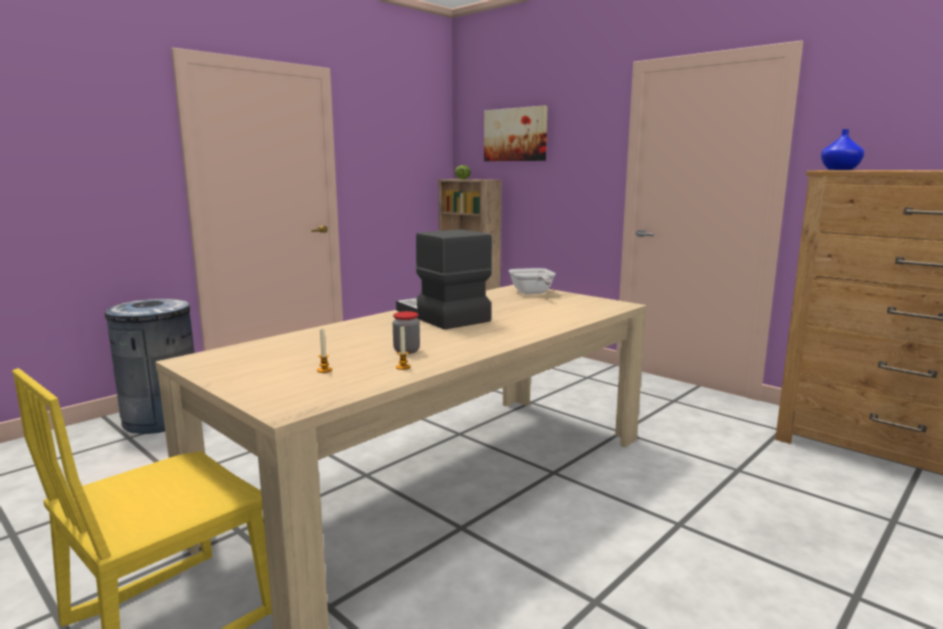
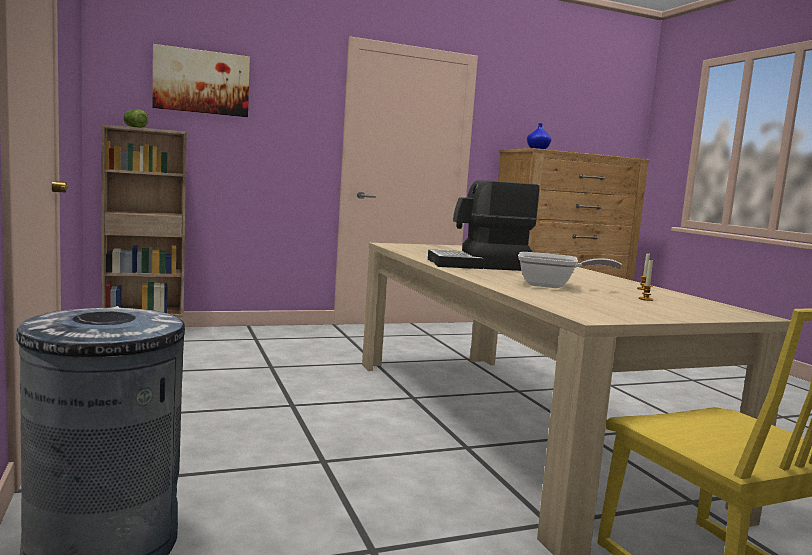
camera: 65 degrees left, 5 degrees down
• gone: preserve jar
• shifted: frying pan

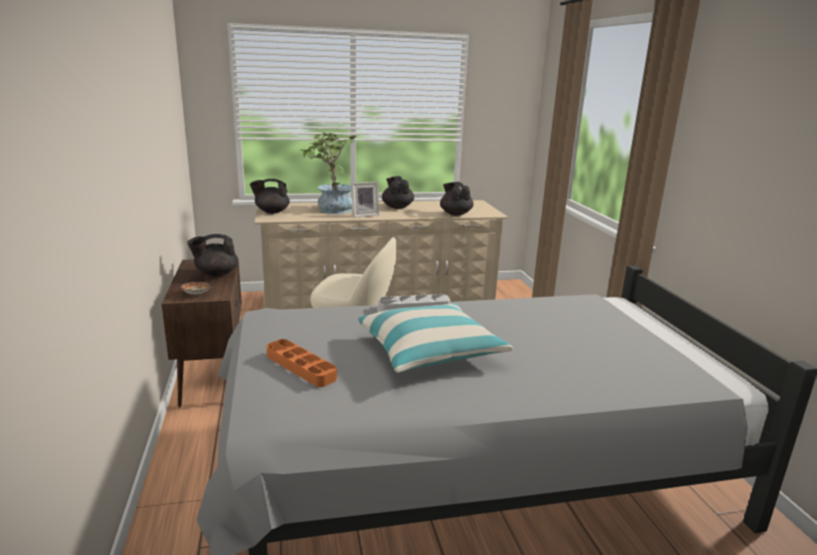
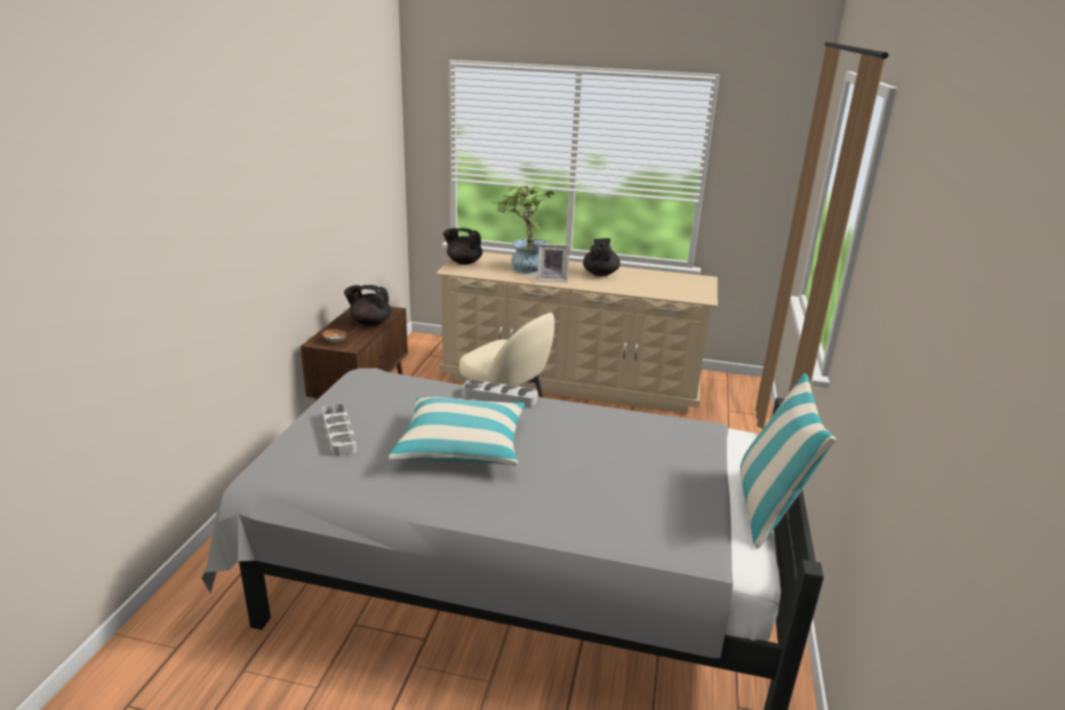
camera: 25 degrees right, 5 degrees up
• gone: tea pot (black) (no. 4 from left)
• new: throw pillow (no. 2 from left)
• repainted: tray (orangey) to tray (gray) (no. 1 from left)

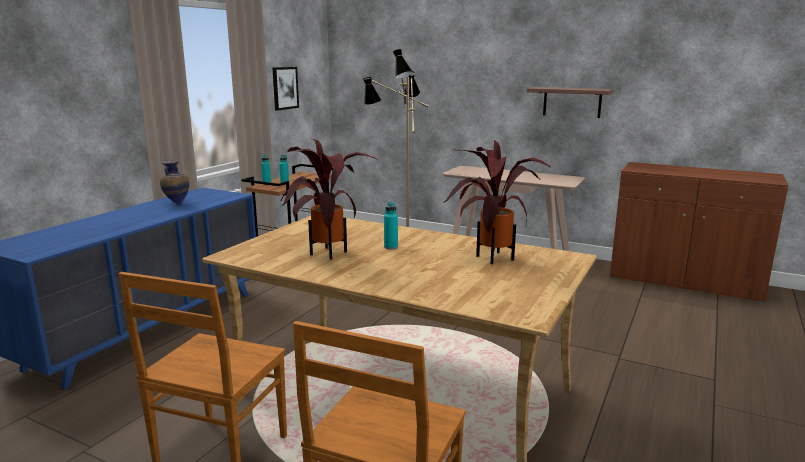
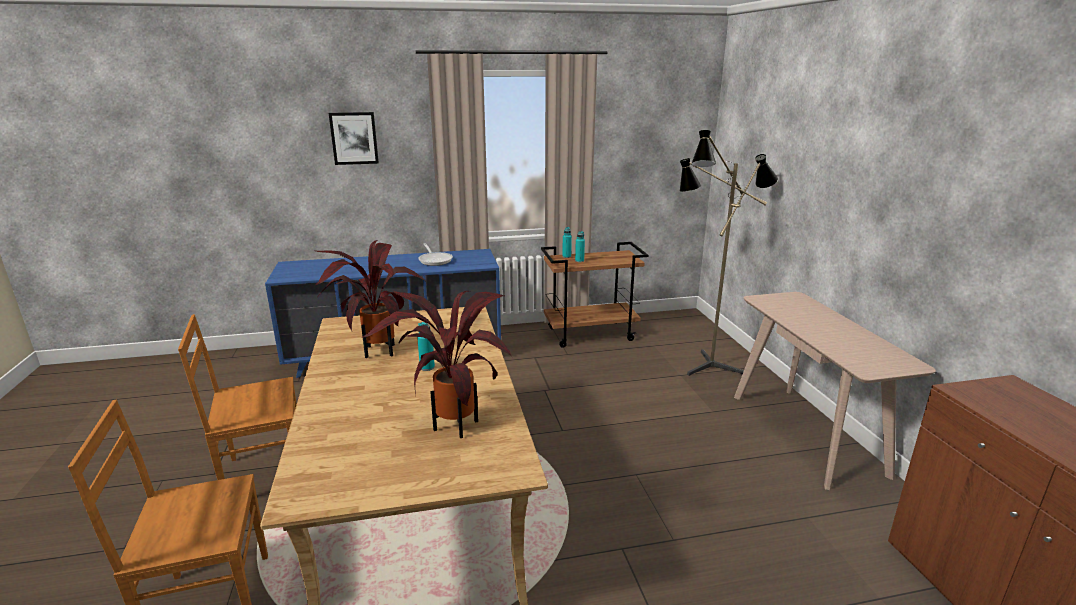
camera: 50 degrees right, 5 degrees up
• gone: bracket shelf
• shifted: wall art
• swapped: vase to frying pan

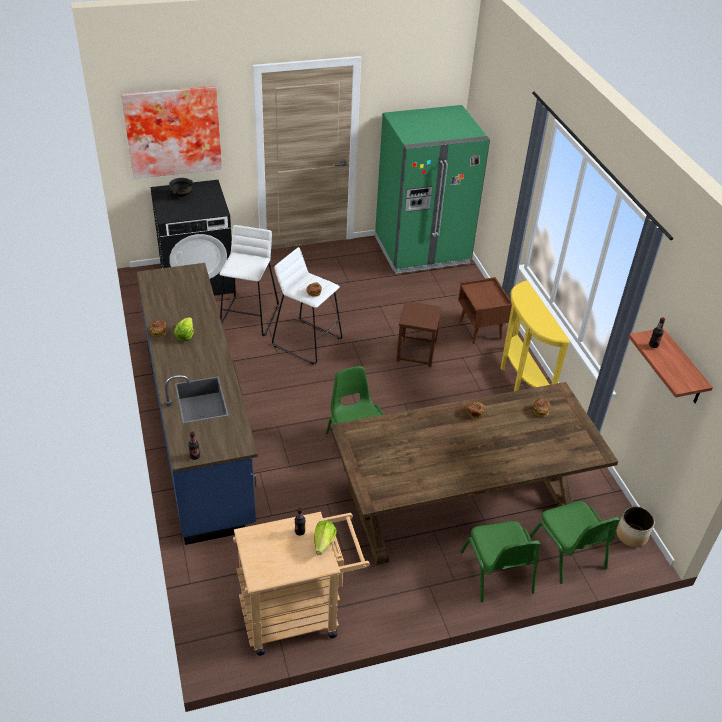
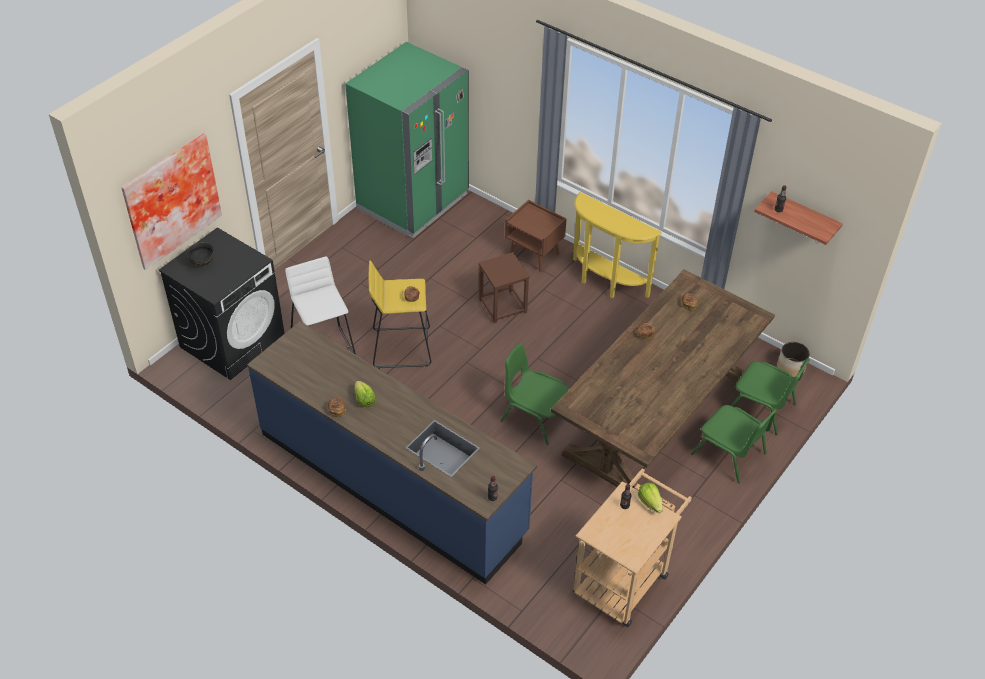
camera: 35 degrees left, 5 degrees up
• repainted: sitting stool (white-coloured) (no. 2 from left) to sitting stool (yellowish)

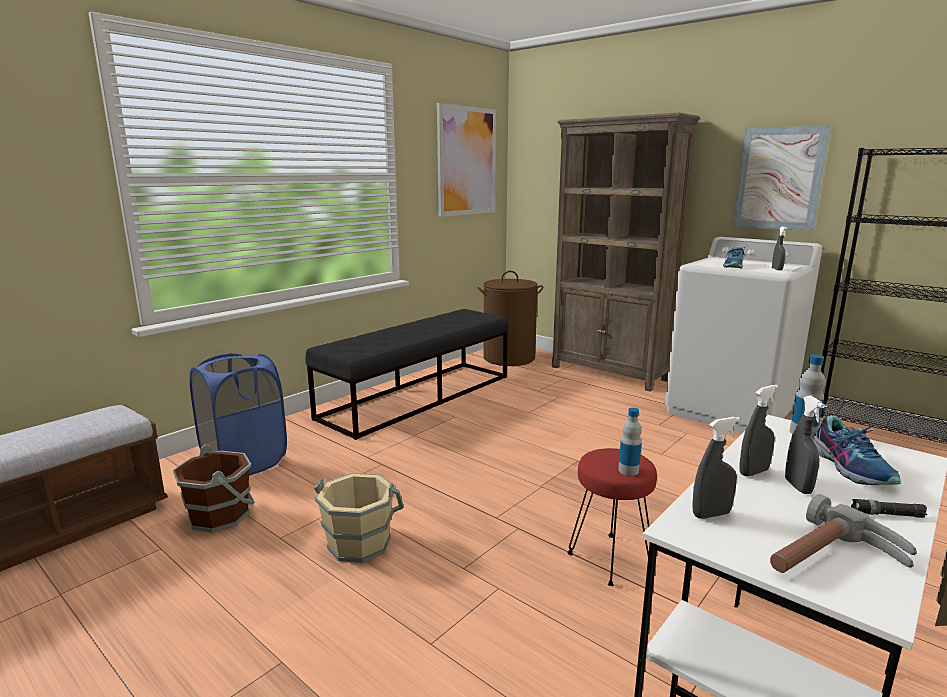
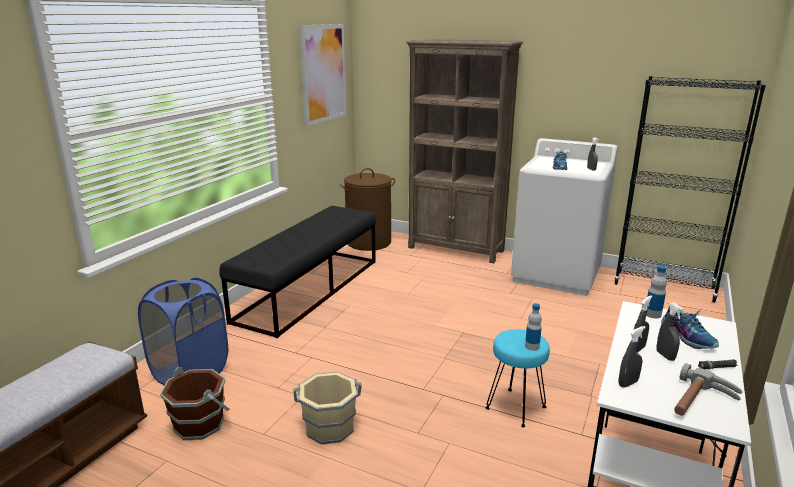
camera: 15 degrees left, 5 degrees up
• gone: wall art (no. 2 from left)
• repainted: sitting stool (reddish) to sitting stool (turquoise)

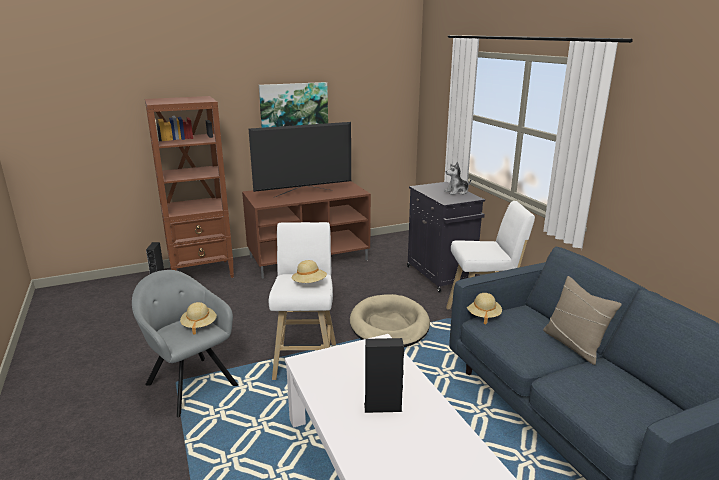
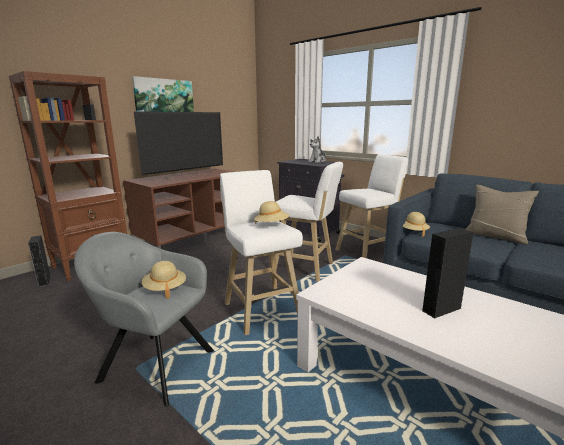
camera: 25 degrees left, 5 degrees down
• swapped: dog cushion (sand-coloured) to sitting stool (white-coloured) (no. 2 from left)

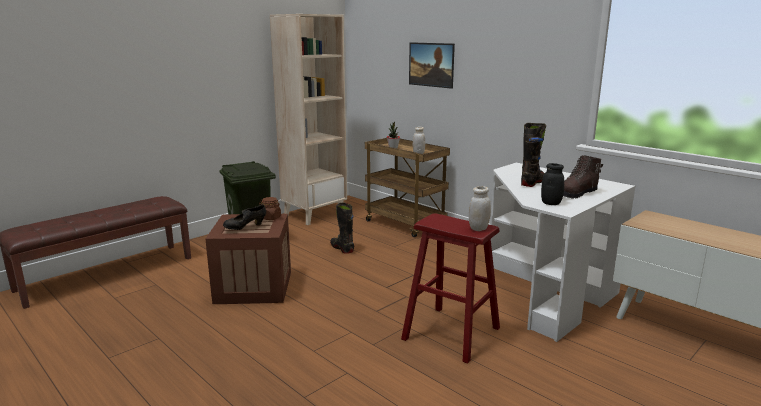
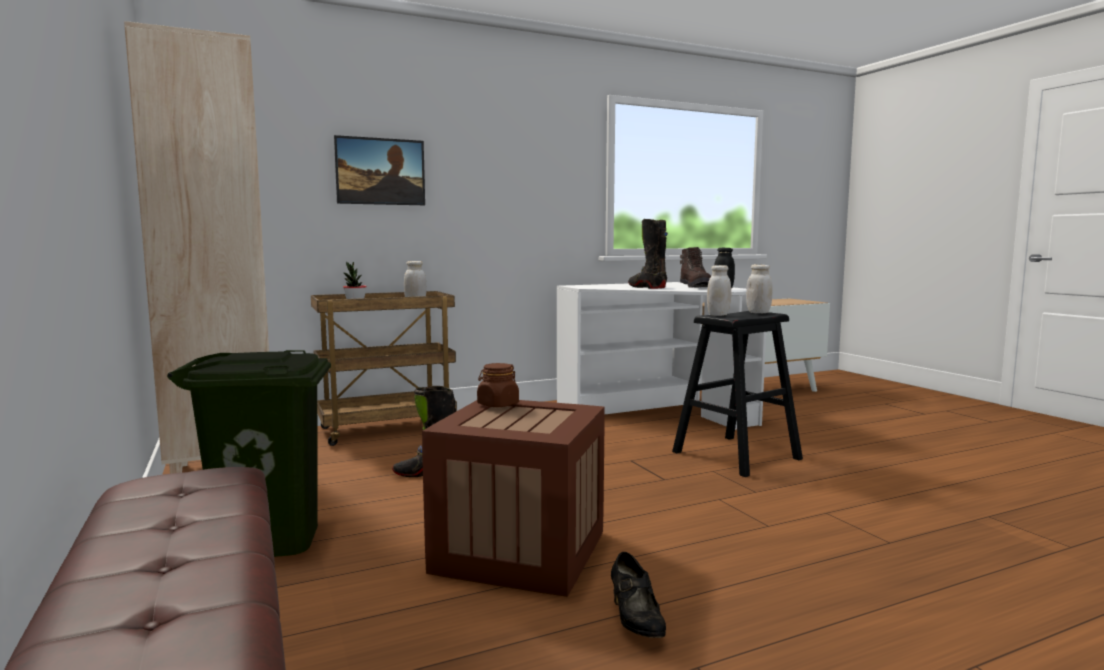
camera: 70 degrees left, 10 degrees down
• new: preserve jar (white-coloured) (no. 2 from left)
• shifted: shoe (black)
• repainted: sitting stool (reddish) to sitting stool (black)

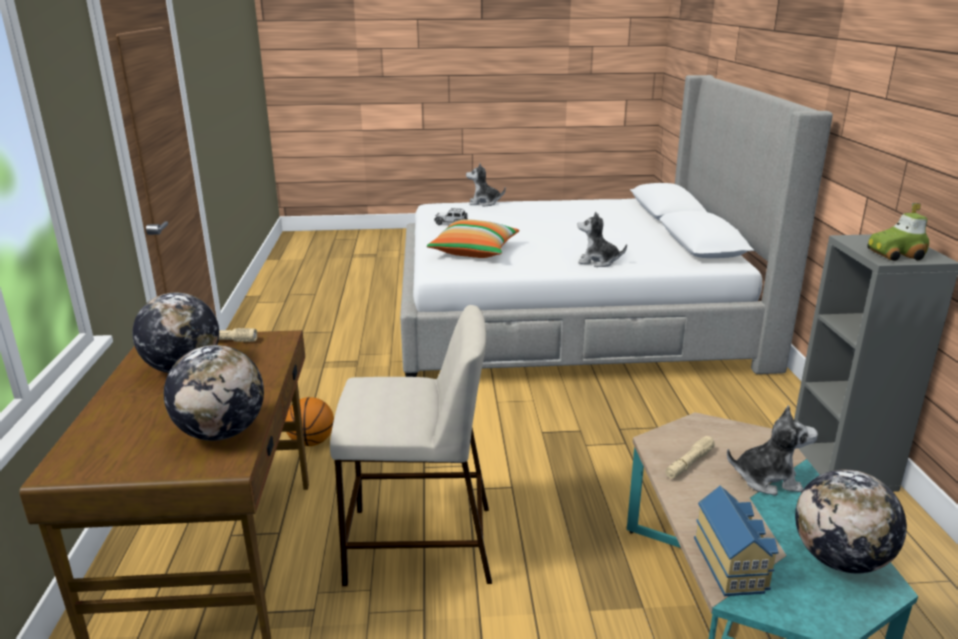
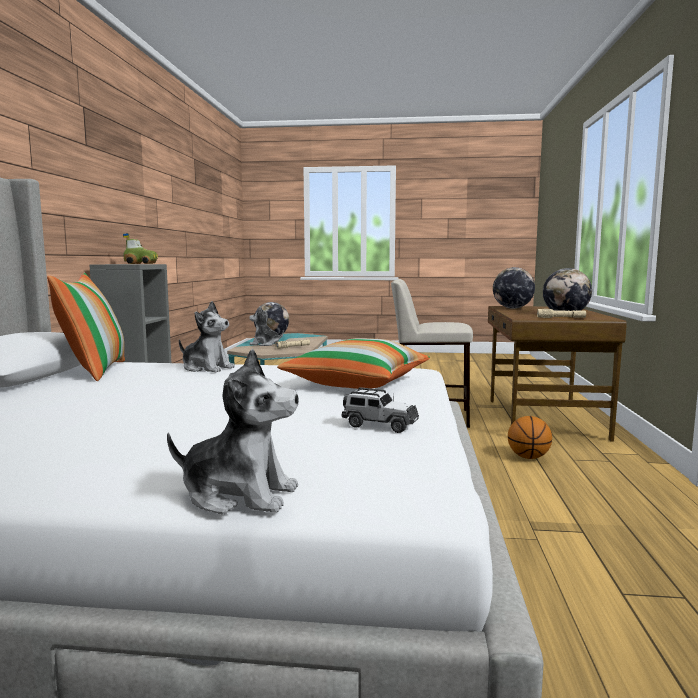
camera: 170 degrees left, 15 degrees down
• gone: miniature house
• new: throw pillow (no. 1 from left)

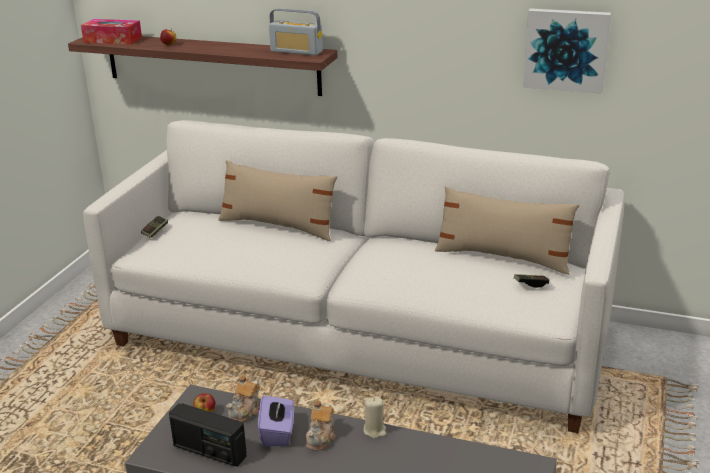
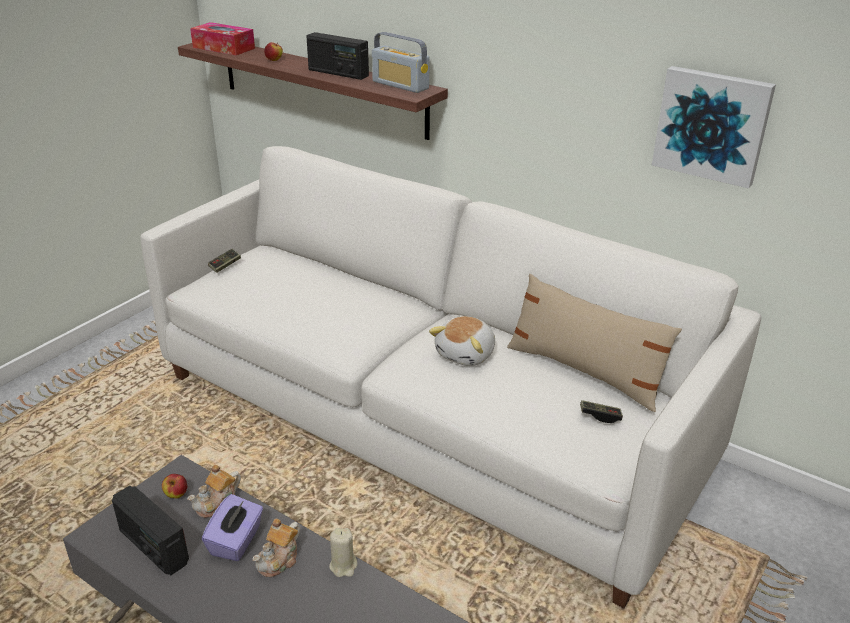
camera: 15 degrees right, 5 degrees up
• gone: throw pillow (sand-coloured) (no. 1 from left)
• new: radio receiver (no. 2 from left)
• new: plush toy

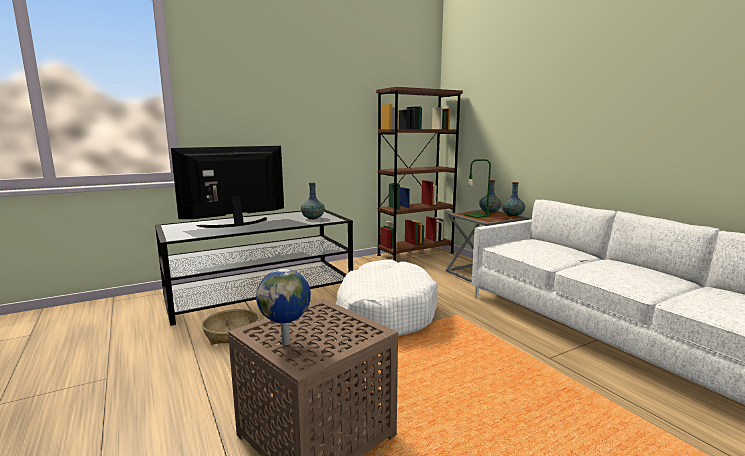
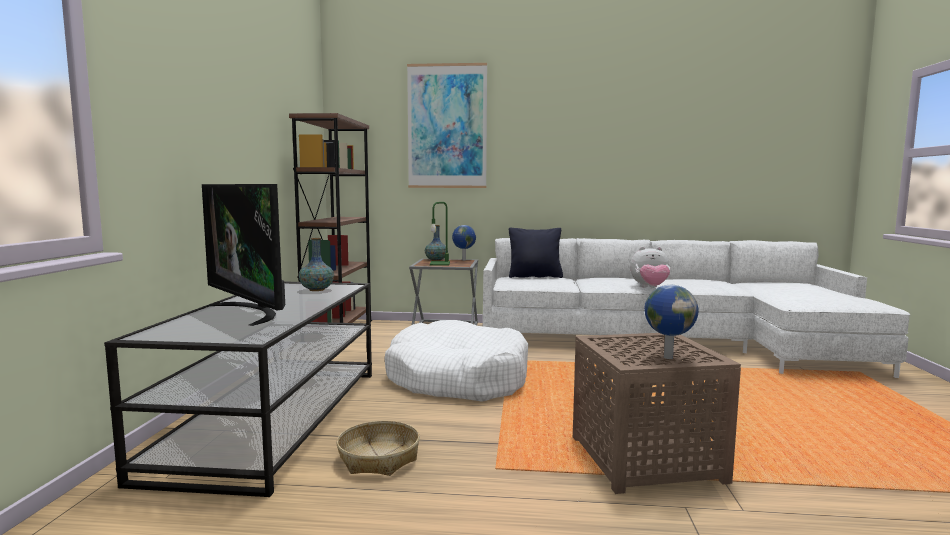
camera: 55 degrees left, 5 degrees down
• new: wall art
• new: throw pillow (black)
• new: plush toy
• swapped: vase (no. 3 from left) to desk globe (no. 1 from left)
• rotated: TV 45 degrees counterclockwise

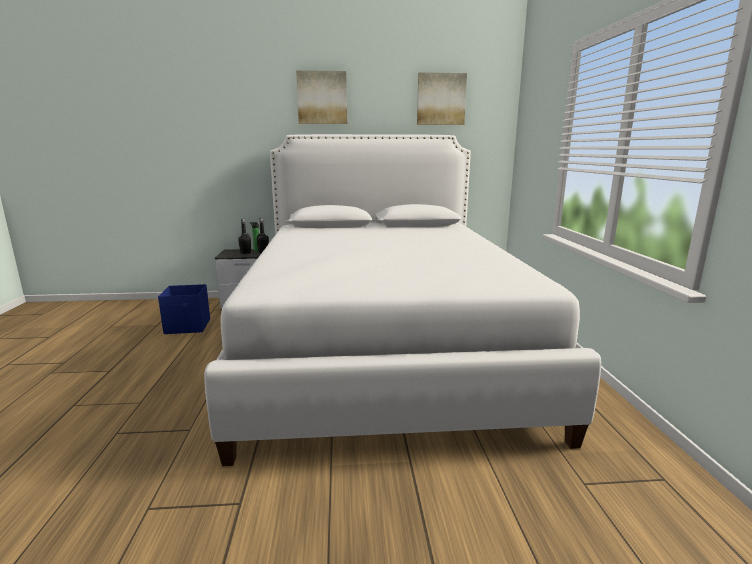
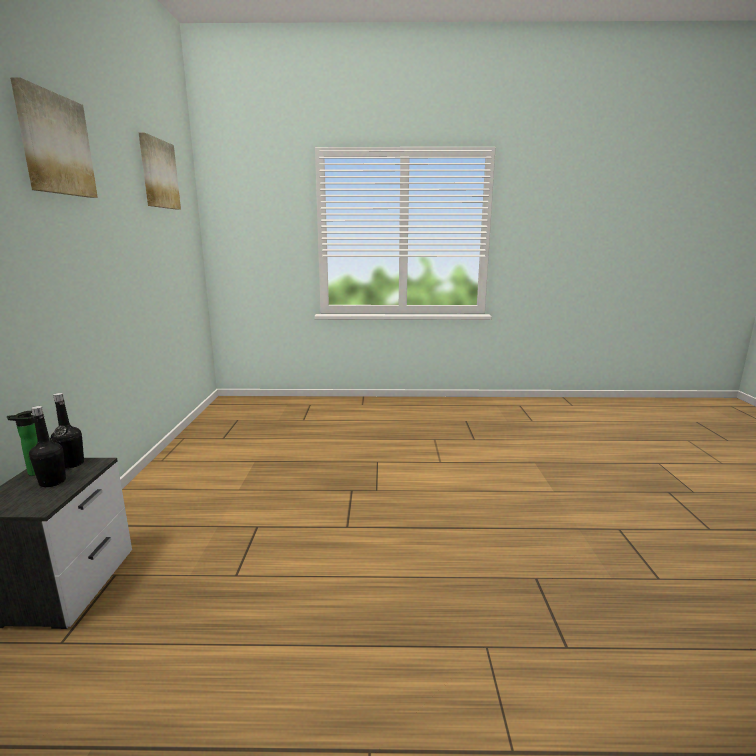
camera: 85 degrees left, 0 degrees up
• gone: storage box (blue-coloured)
• gone: bed (white-coloured)

